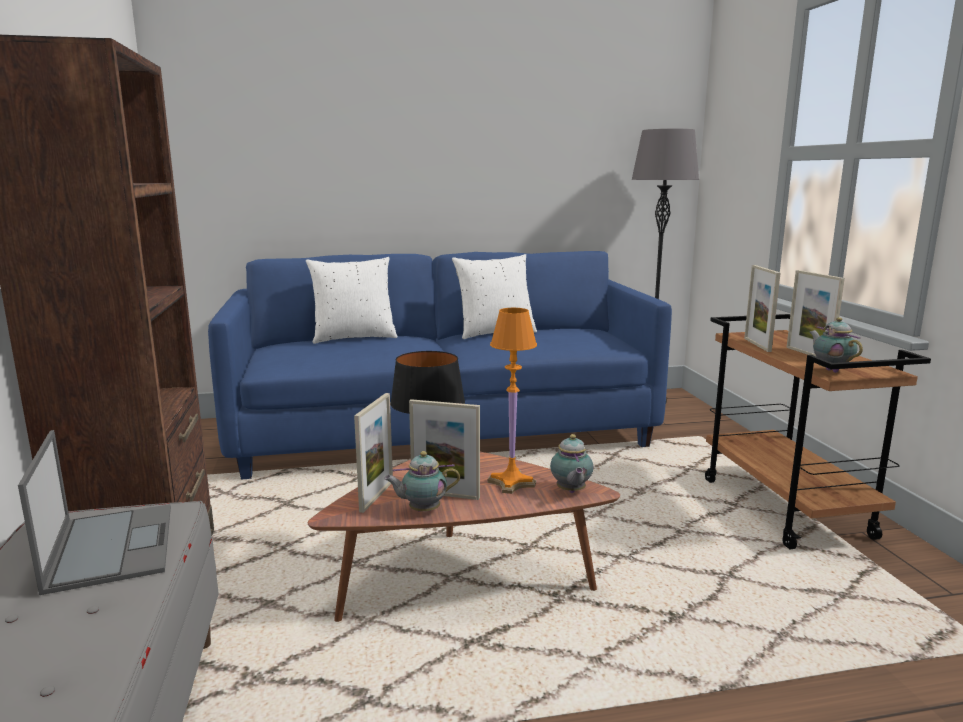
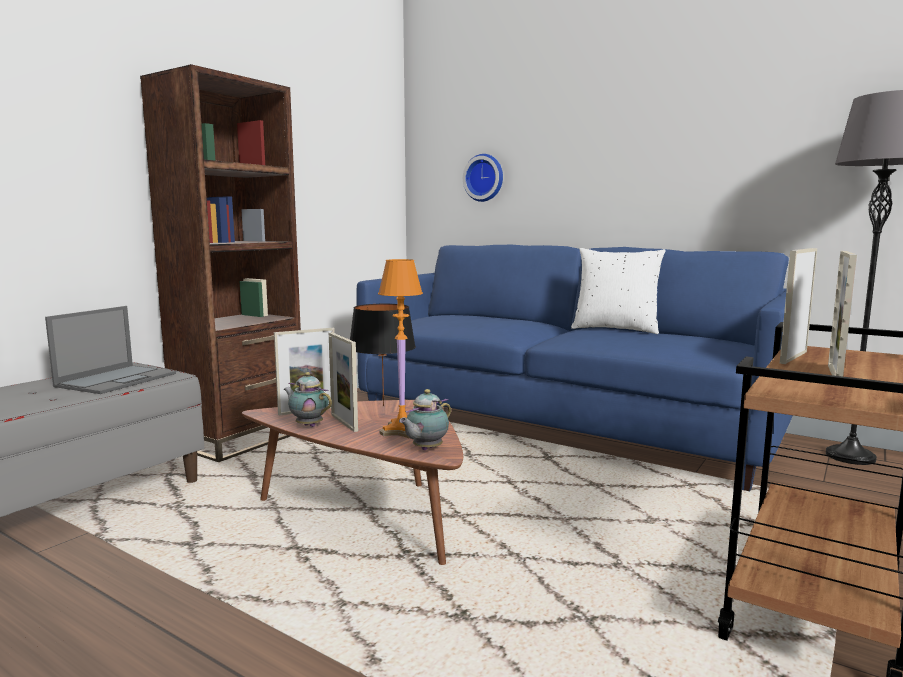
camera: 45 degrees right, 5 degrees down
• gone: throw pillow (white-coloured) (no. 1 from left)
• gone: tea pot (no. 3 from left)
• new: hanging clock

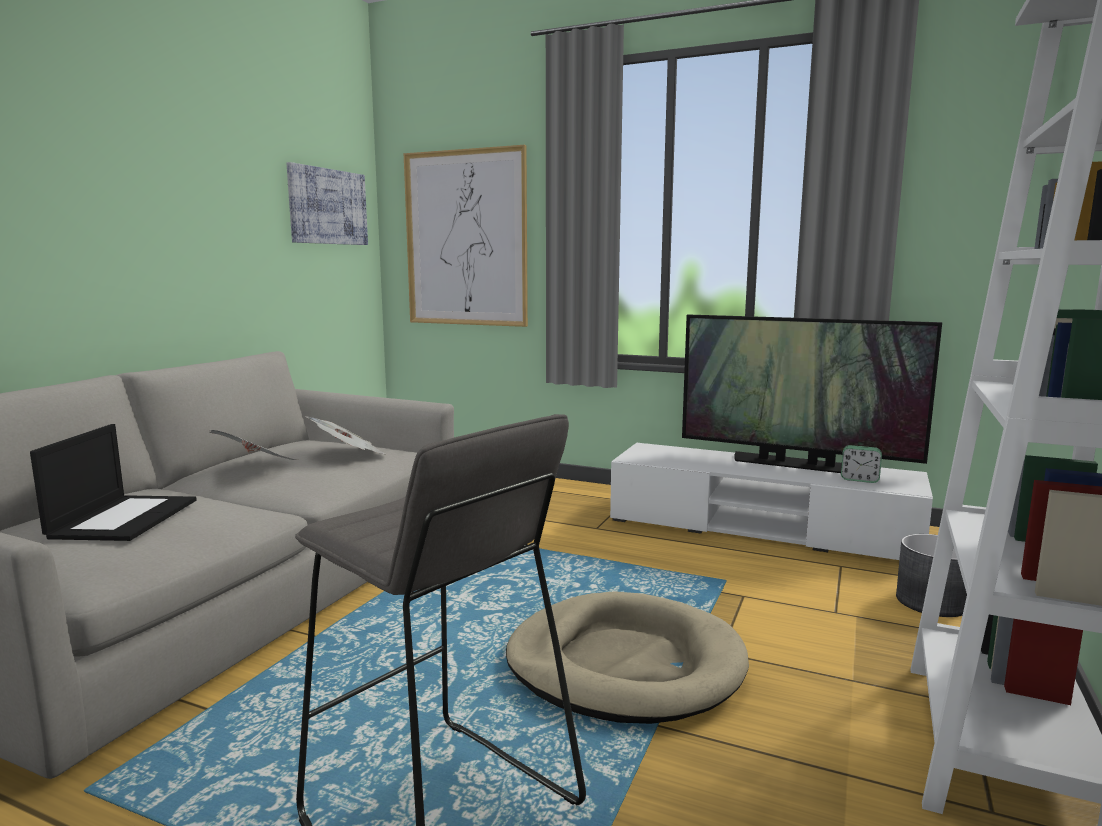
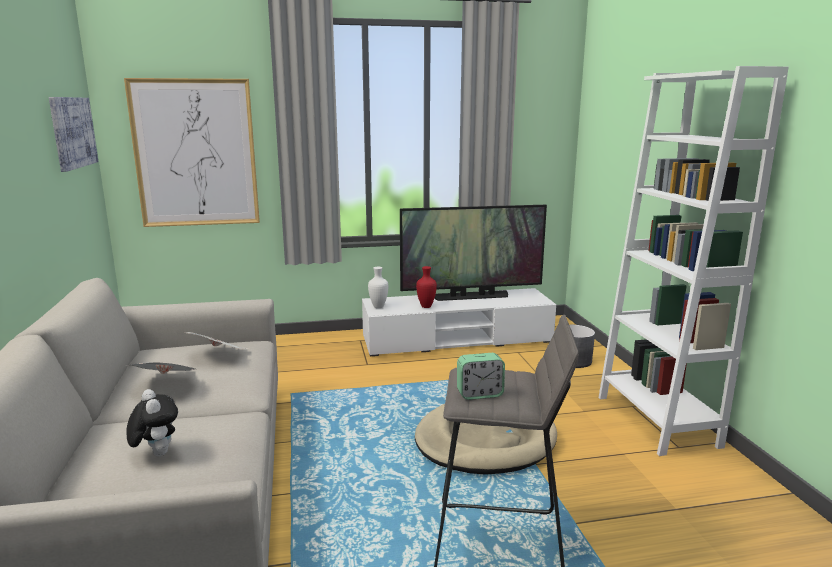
camera: 35 degrees left, 5 degrees up
• new: vase (white-coloured)
• new: vase (reddish)
• shifted: bedside clock
• swapped: laptop to plush toy

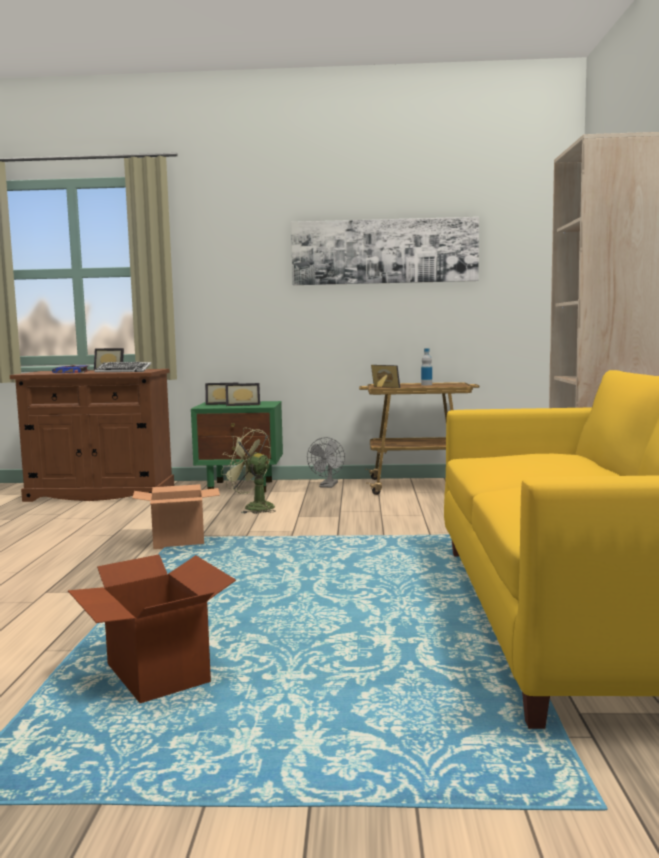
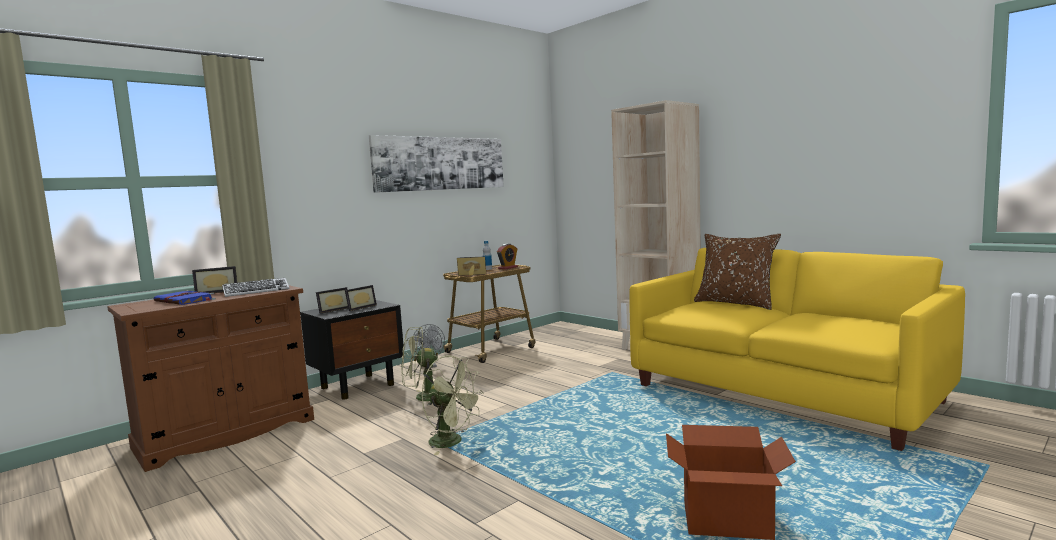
camera: 45 degrees left, 0 degrees up
• new: bedside clock
• new: throw pillow (brownish)
• swapped: packing box (no. 2 from left) to cooling fan (green) (no. 2 from left)
• repainted: nightstand (green) to nightstand (black)

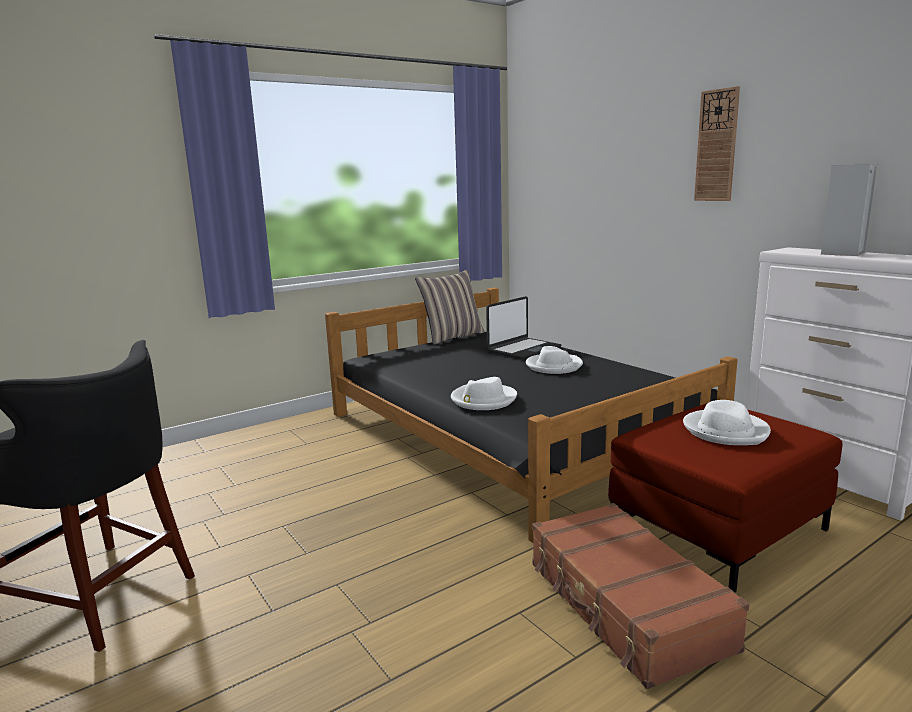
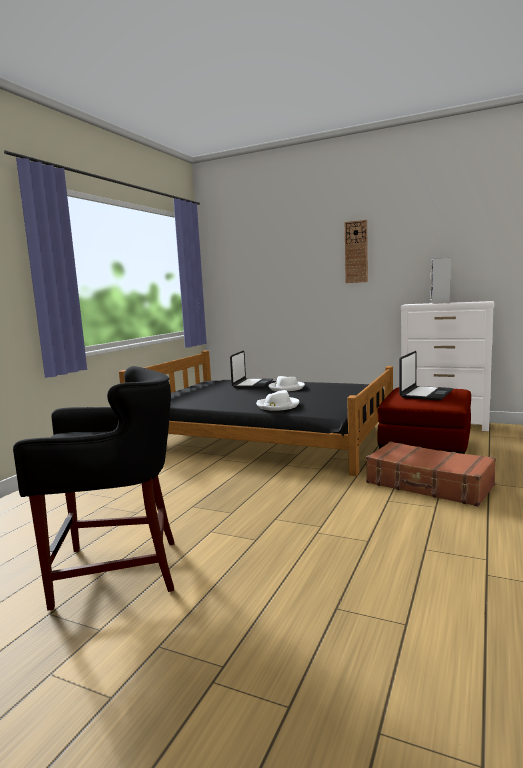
camera: 30 degrees left, 5 degrees down
• gone: throw pillow
• swapped: wearable hat (white-coloured) (no. 3 from left) to laptop (no. 2 from left)

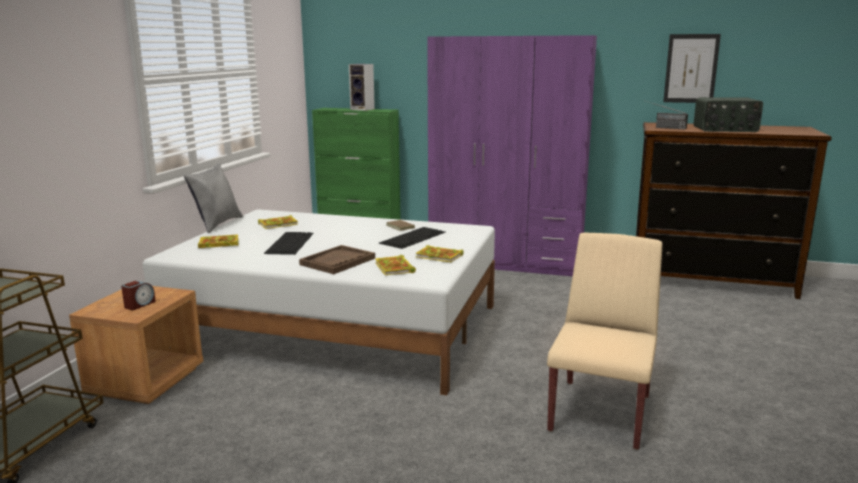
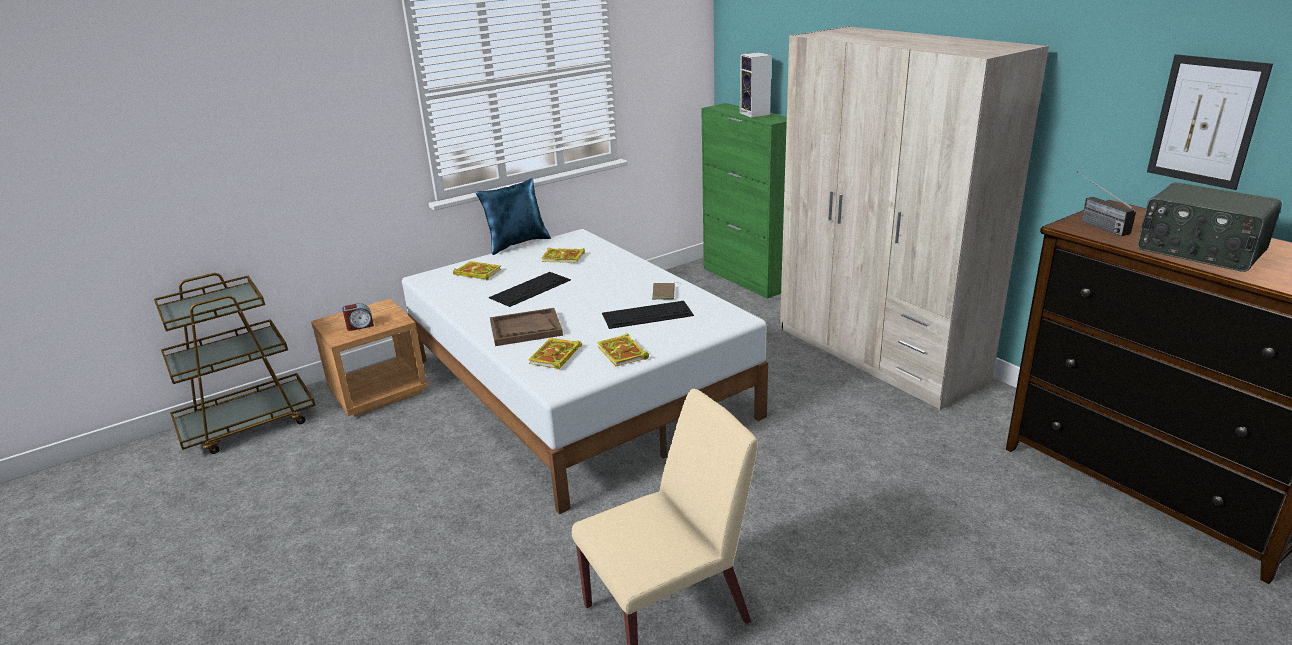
camera: 40 degrees right, 10 degrees up
• repainted: throw pillow (gray) to throw pillow (blue-coloured)
• repainted: wardrobe (purplish) to wardrobe (sand-coloured)

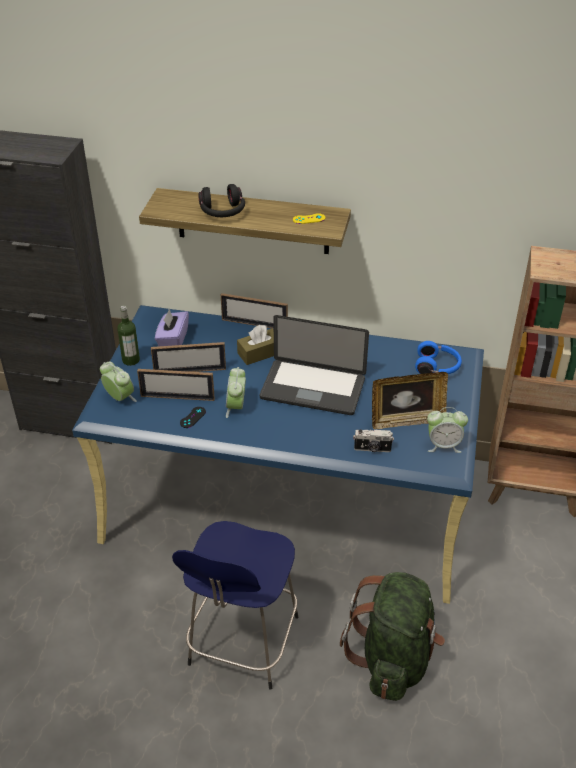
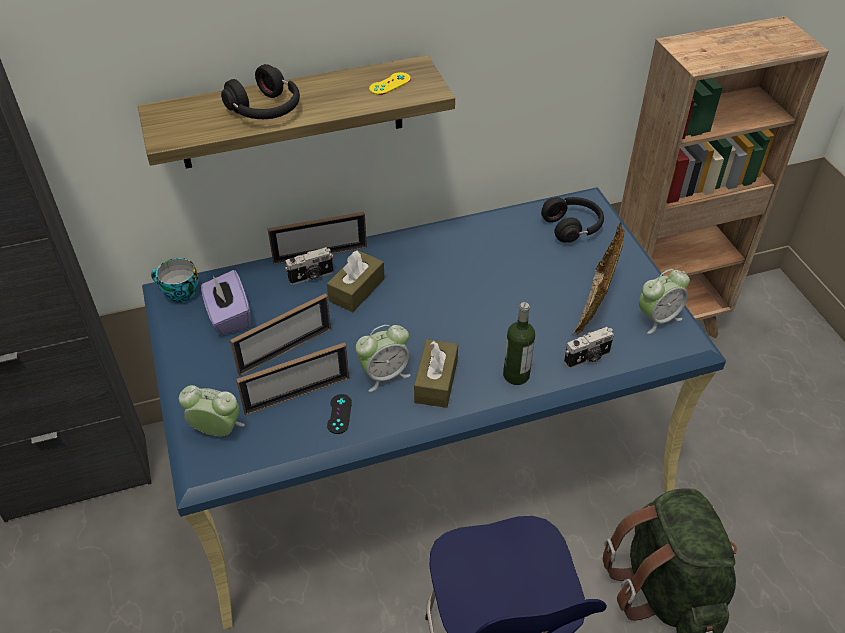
camera: 30 degrees left, 5 degrees up
• gone: laptop
• new: small cup
• new: photo camera (no. 1 from left)
• new: tissue box (brownish) (no. 2 from left)
• shifted: drink bottle
• repainted: headset (blue-coloured) to headset (black) (no. 2 from left)
• rotated: bedside clock (no. 2 from left) 90 degrees counterclockwise
• rotated: photo frame (no. 4 from left) 150 degrees clockwise

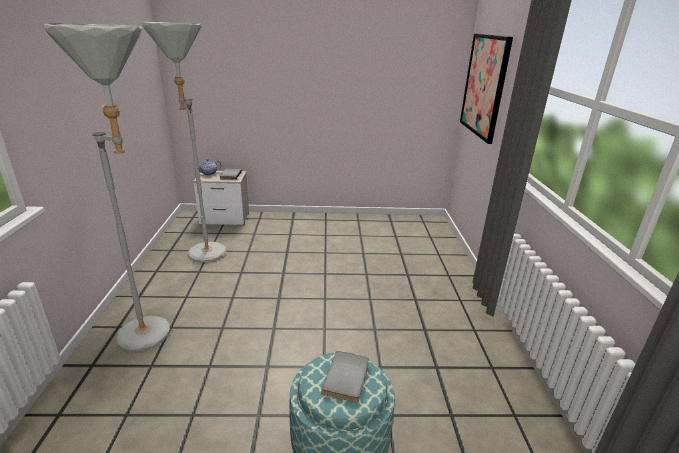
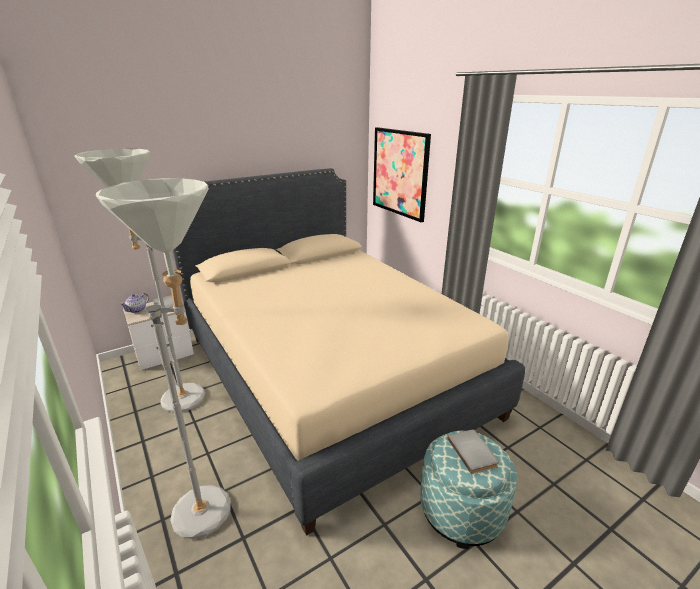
camera: 30 degrees left, 0 degrees up
• new: bed (sand-coloured)

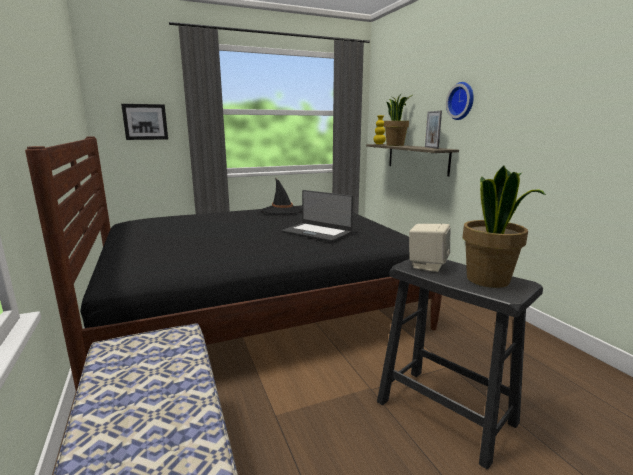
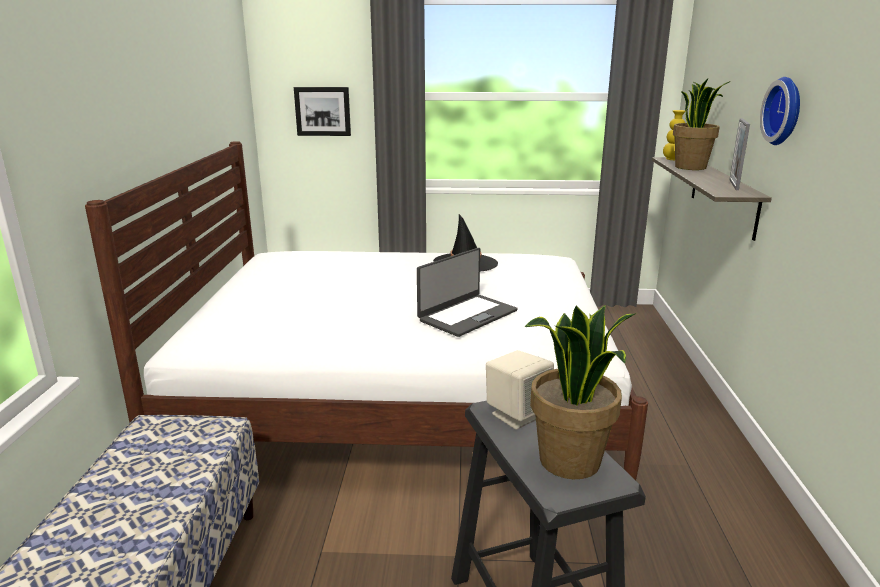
camera: 25 degrees right, 5 degrees up
• repainted: bed (black) to bed (white-coloured)
• rotated: laptop 105 degrees counterclockwise

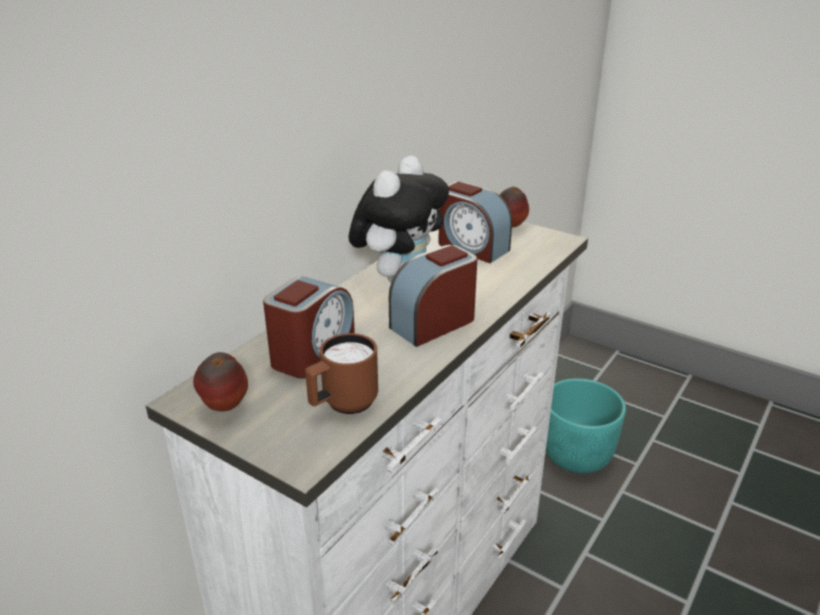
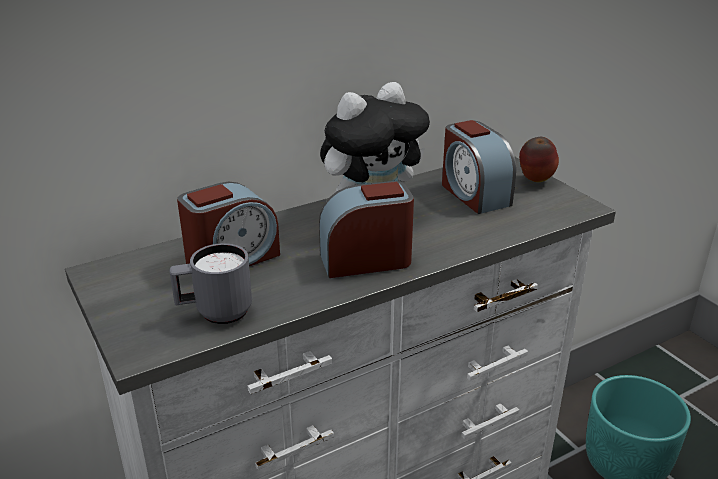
camera: 25 degrees right, 0 degrees up
• gone: whole apple (no. 1 from left)
• repainted: mug (brownish) to mug (gray)

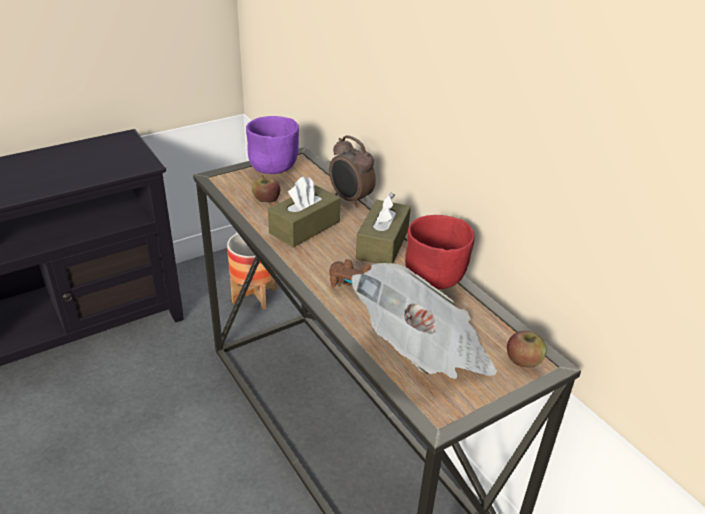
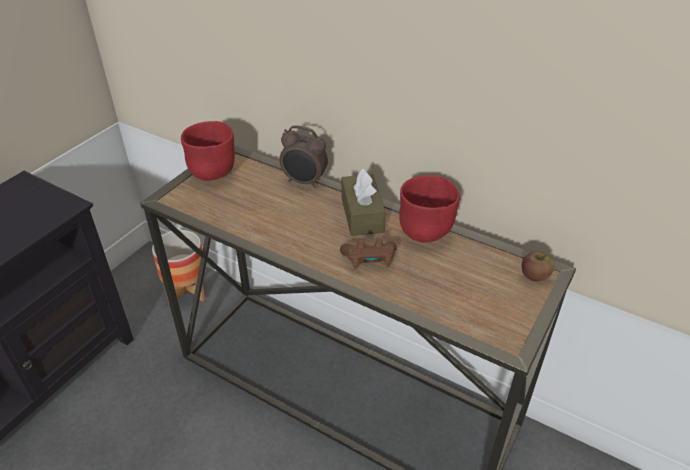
camera: 25 degrees left, 5 degrees up
• gone: whole apple (no. 1 from left)
• gone: tissue box (brownish) (no. 1 from left)
• gone: printed paper
• repainted: serving bowl (purplish) to serving bowl (reddish) (no. 1 from left)

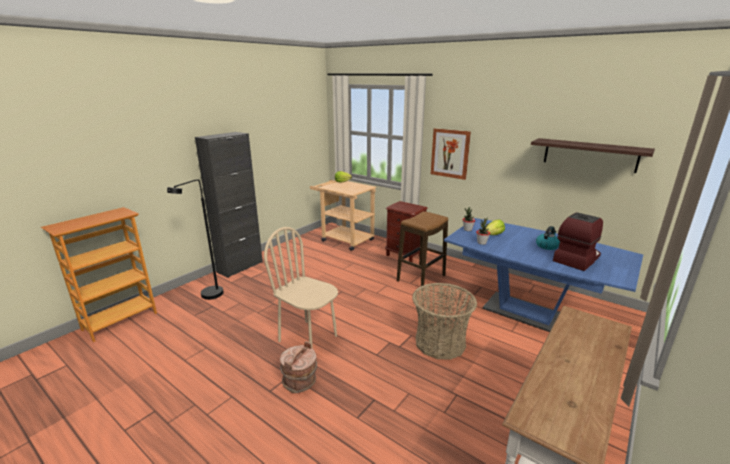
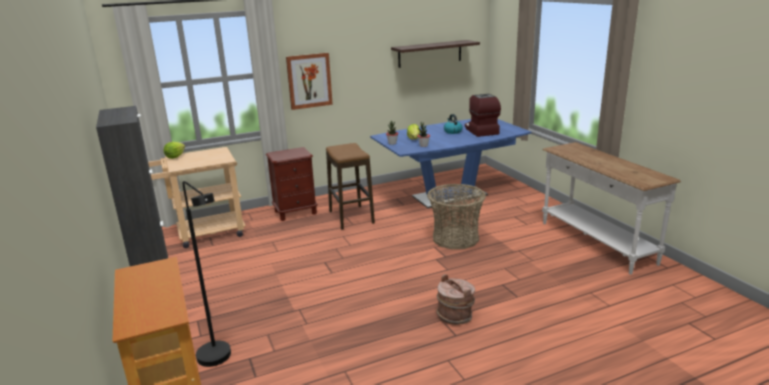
camera: 60 degrees left, 0 degrees up
• gone: chair (sand-coloured)

